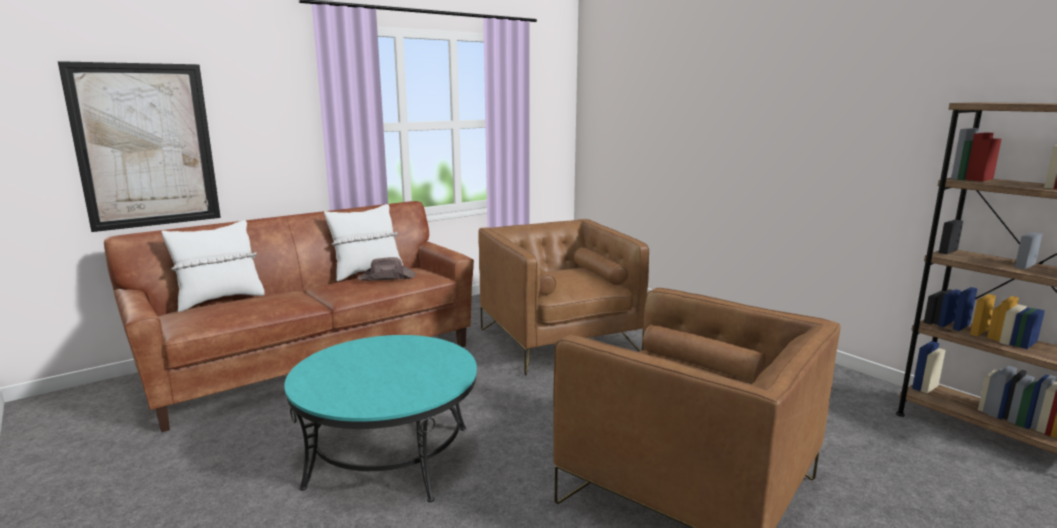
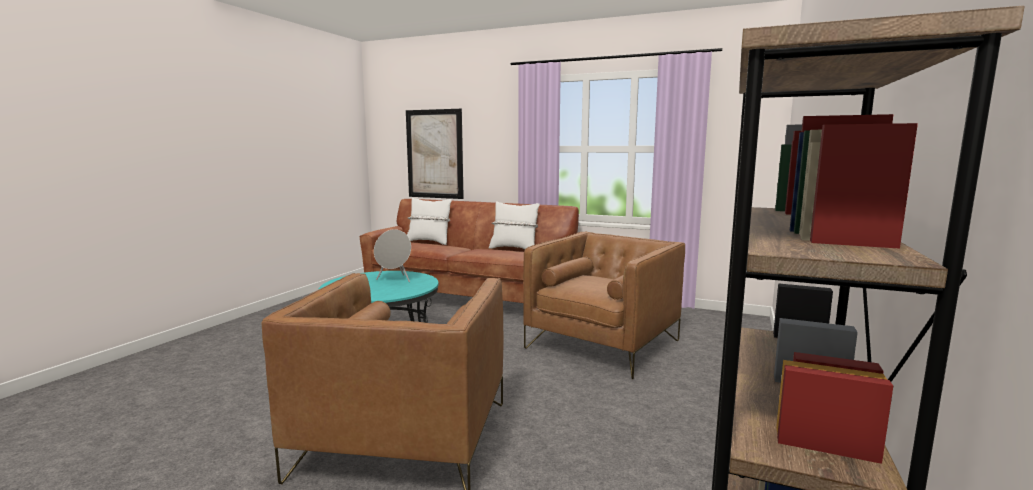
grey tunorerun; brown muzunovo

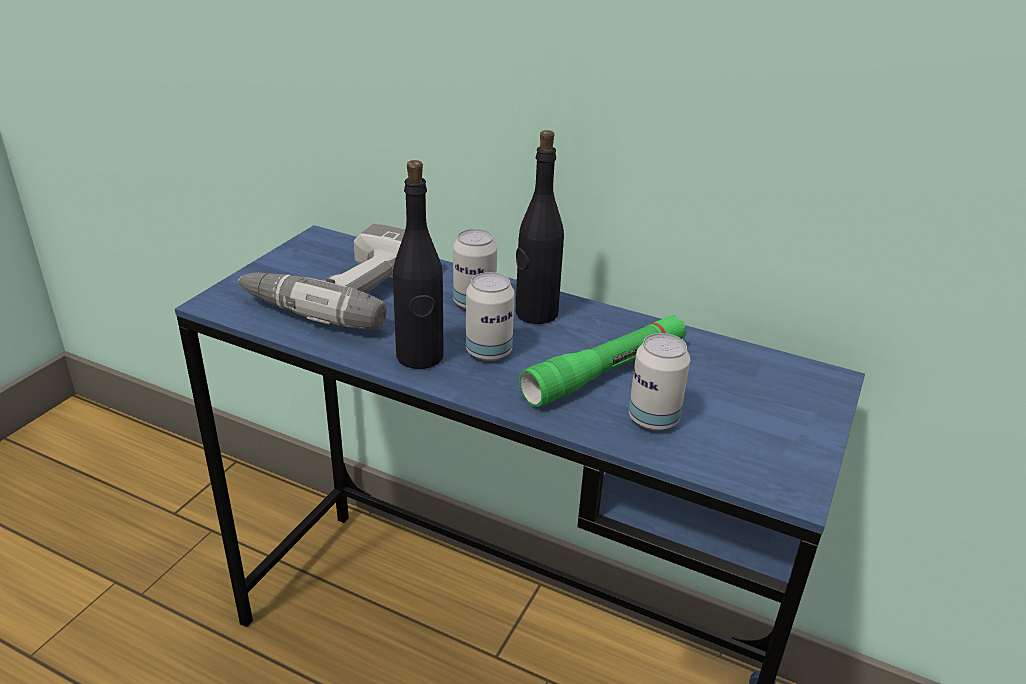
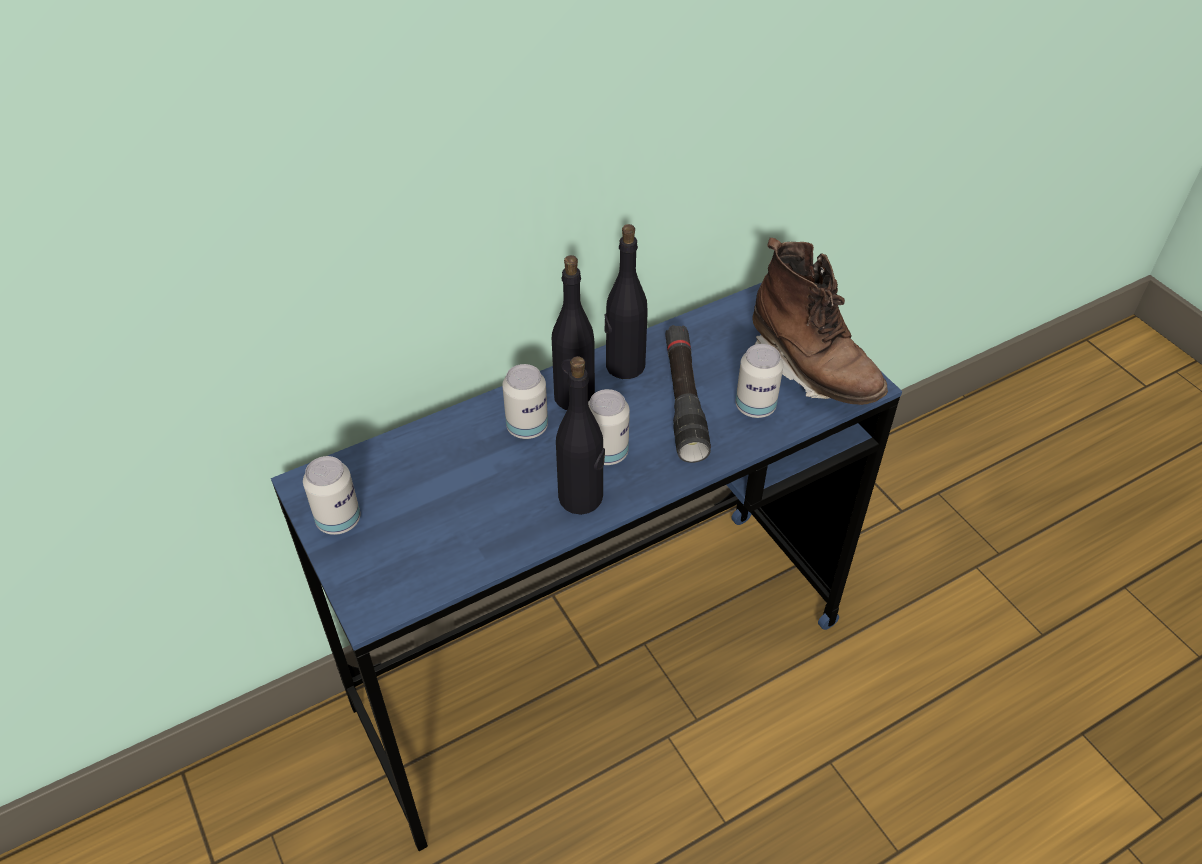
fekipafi (no. 1 from left); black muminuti (no. 3 from left); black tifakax; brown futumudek; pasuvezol

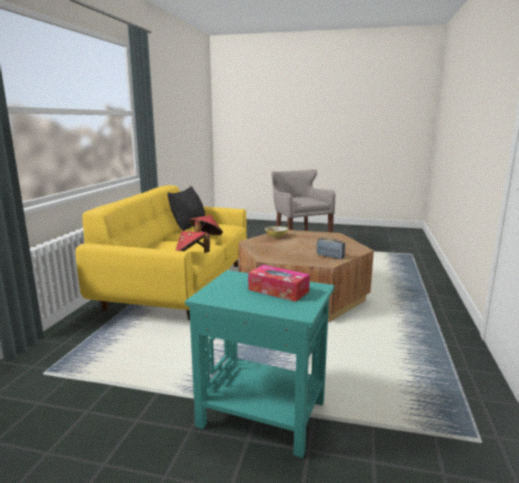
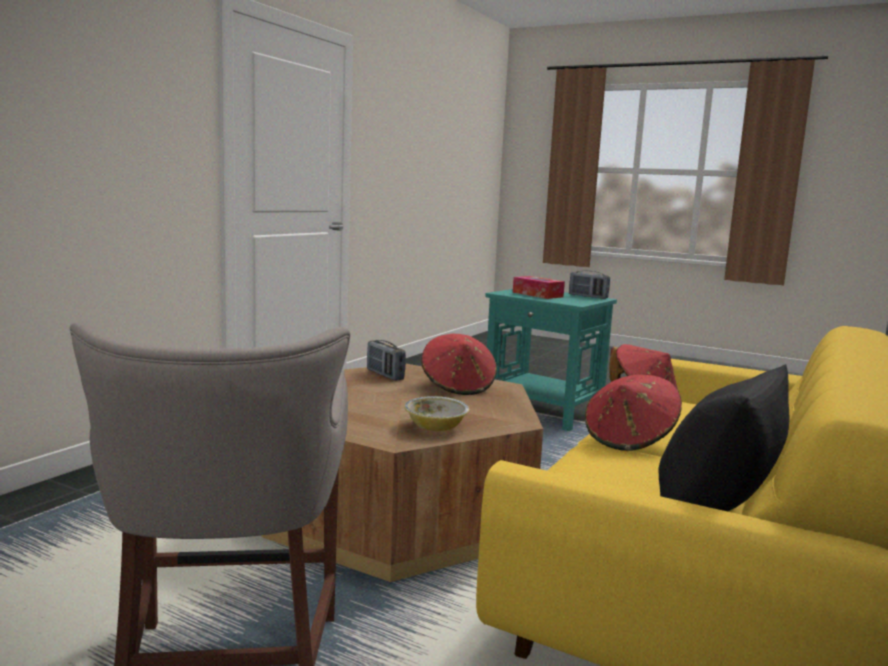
red muzunovo (no. 1 from left); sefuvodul (no. 2 from left)

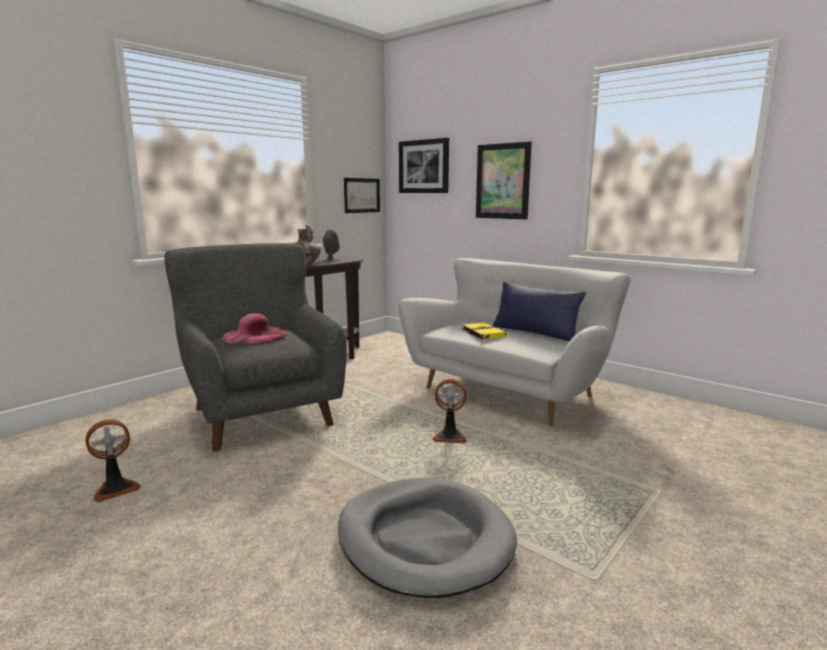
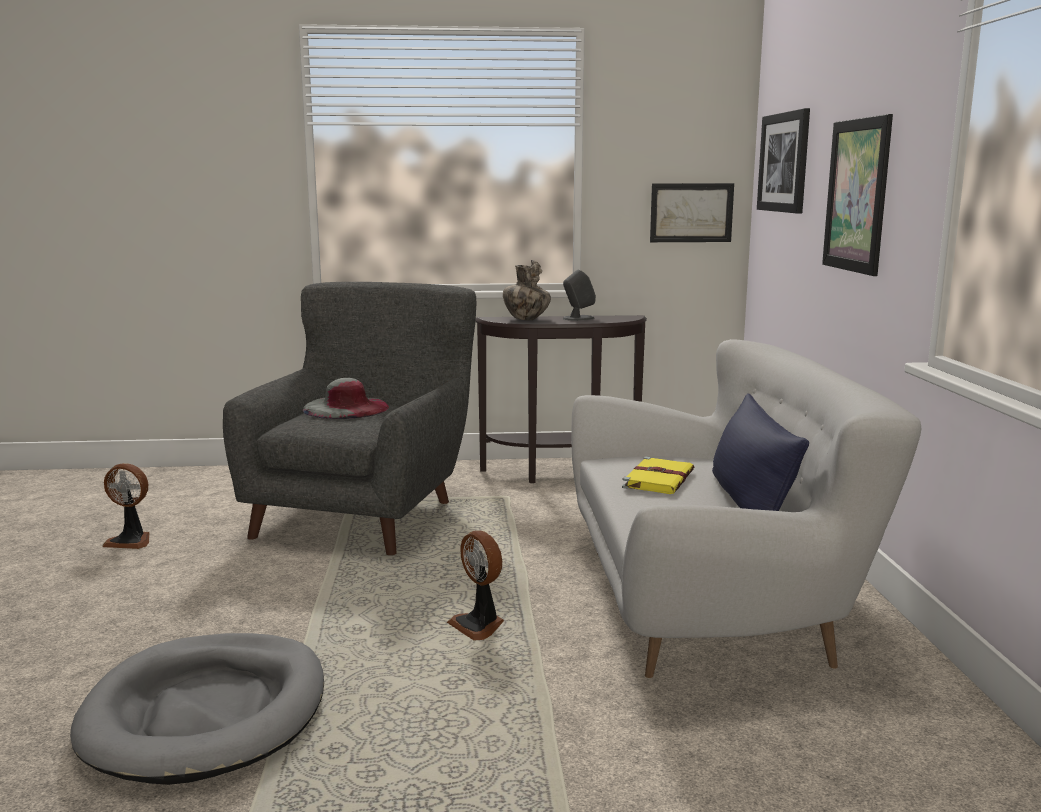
grey muzunovo

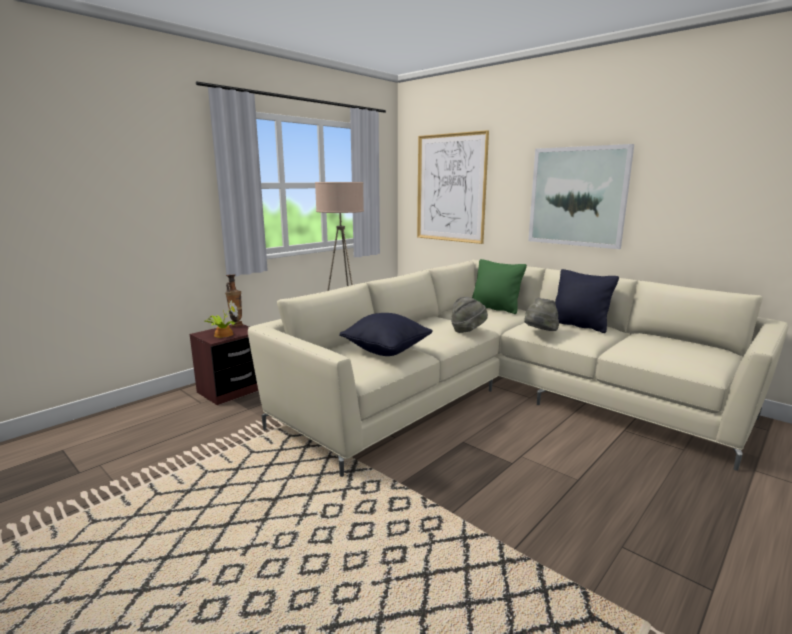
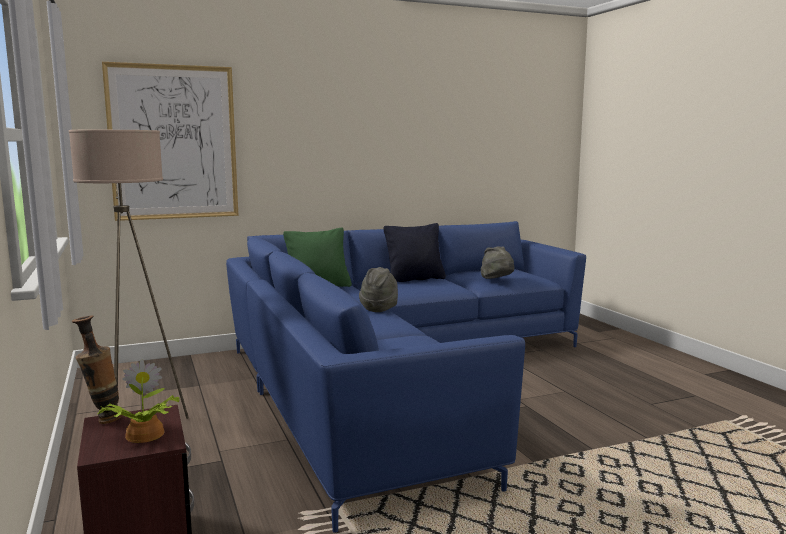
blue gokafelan; grey muzunovo (no. 2 from left); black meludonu (no. 1 from left in the first image); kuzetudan (no. 2 from left in the first image)

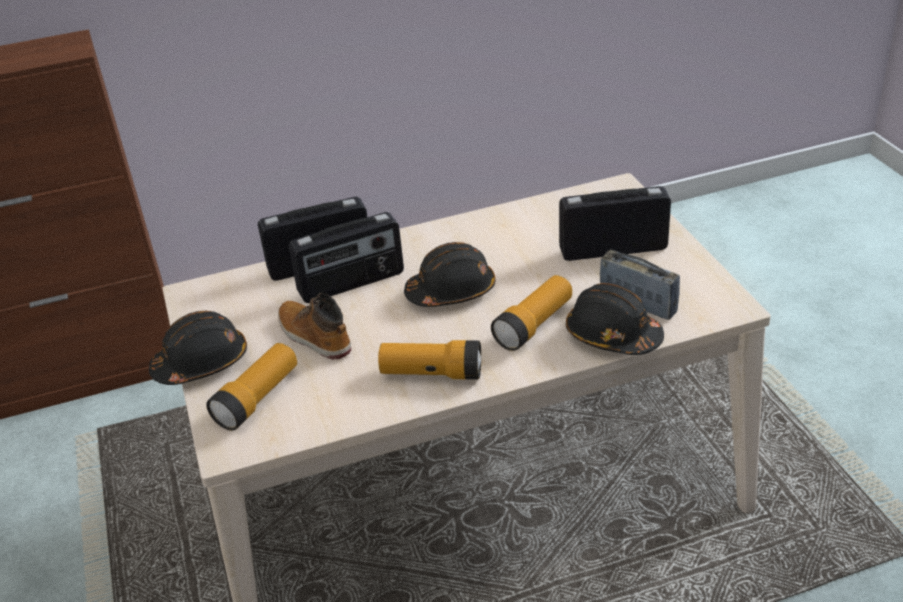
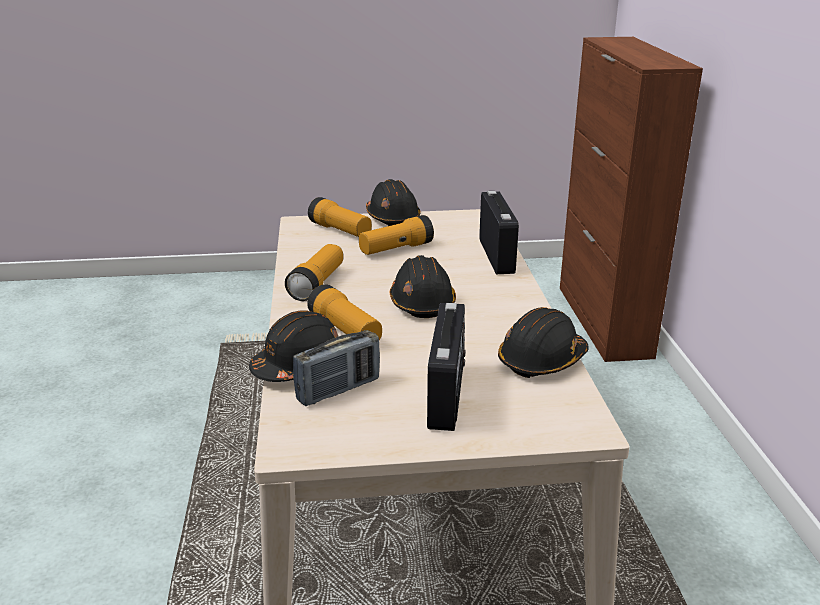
tifakax (no. 4 from left); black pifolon (no. 4 from left); sefuvodul (no. 2 from left in the first image)

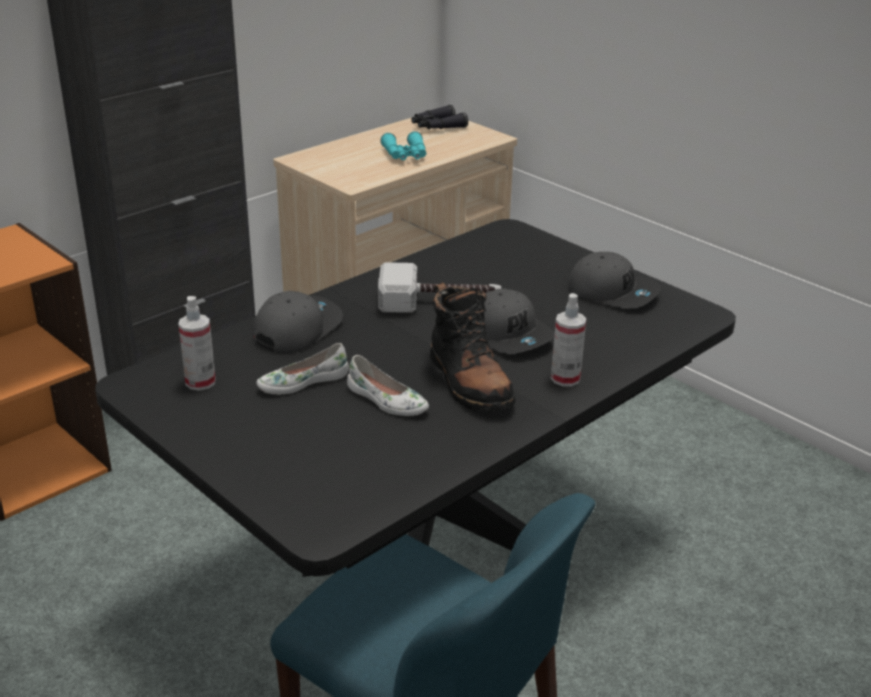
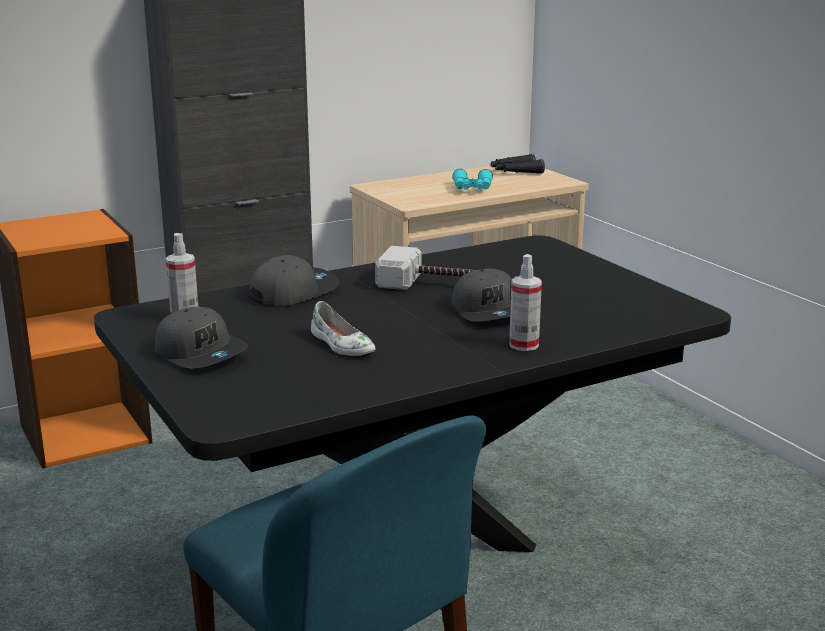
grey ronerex (no. 1 from left); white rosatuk (no. 1 from left in the first image); black futumudek

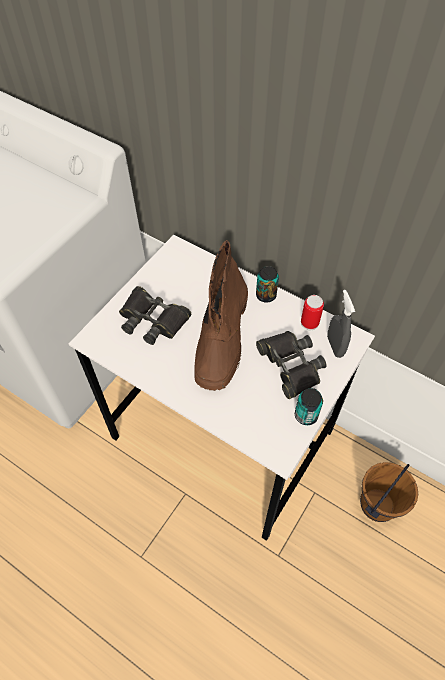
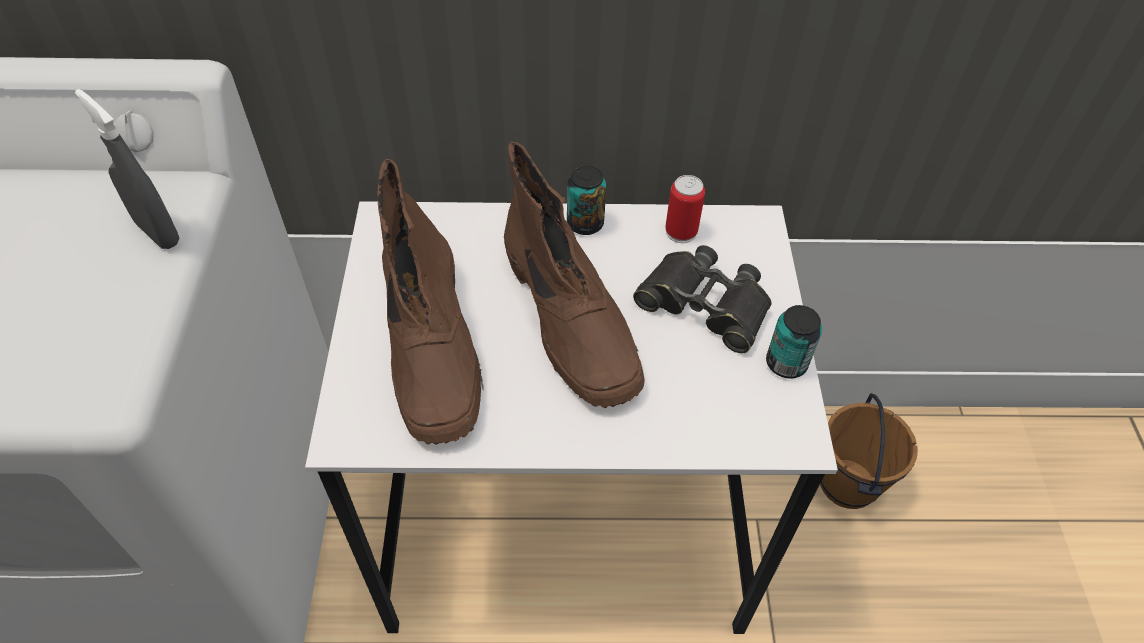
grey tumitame; brown futumudek (no. 1 from left)

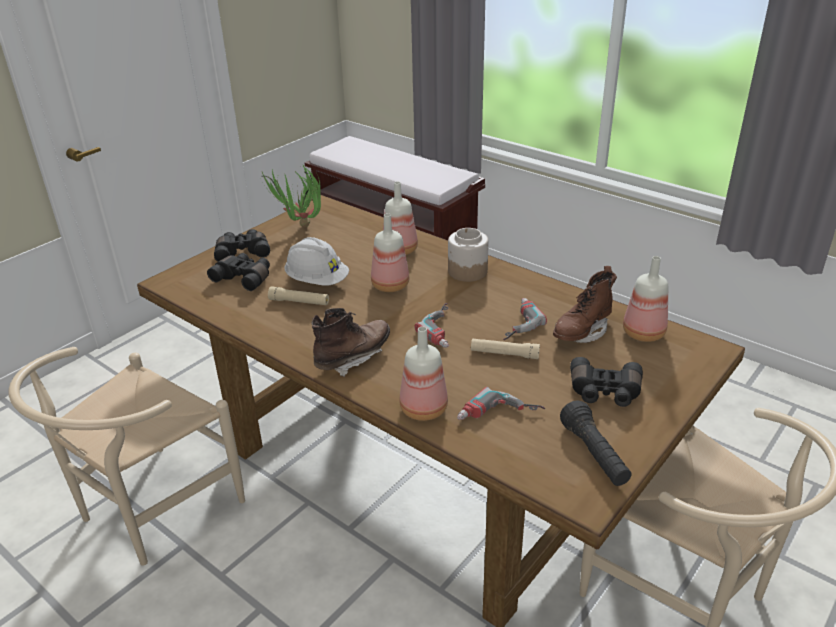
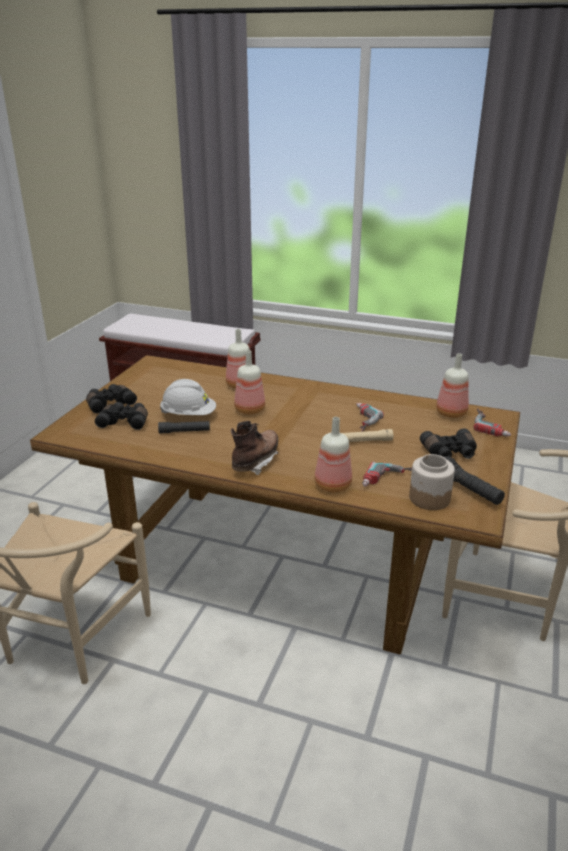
black tifakax (no. 1 from left); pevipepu; pasuvezol (no. 3 from left); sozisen; brown futumudek (no. 2 from left in the first image)

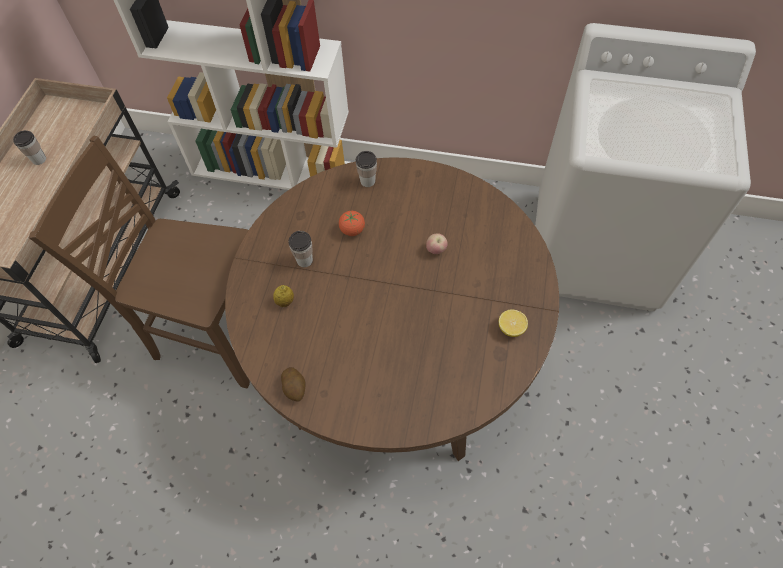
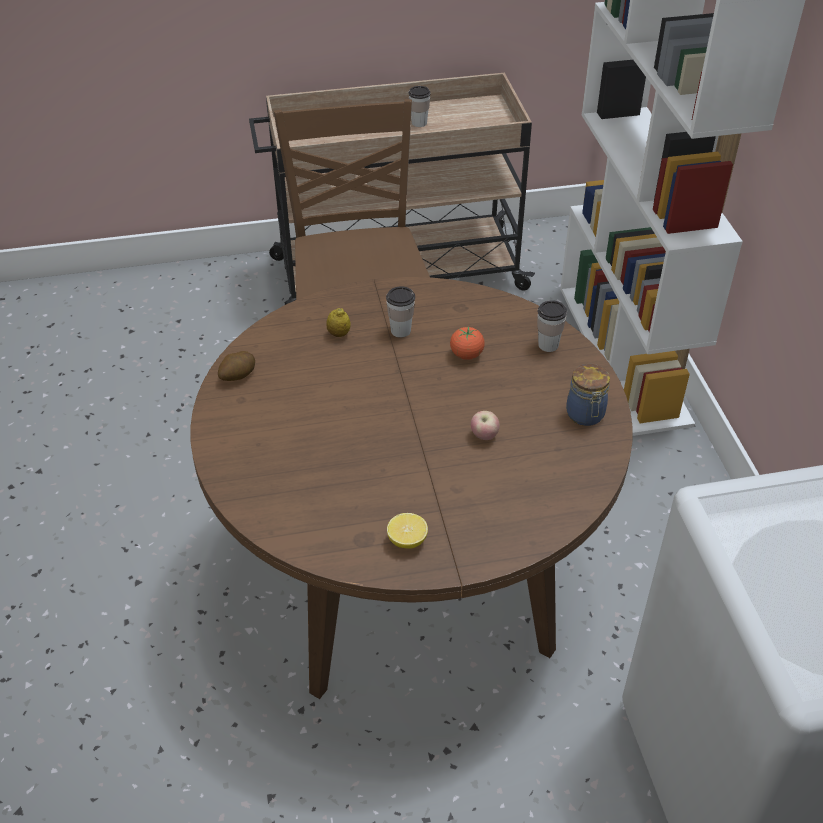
pevipepu

